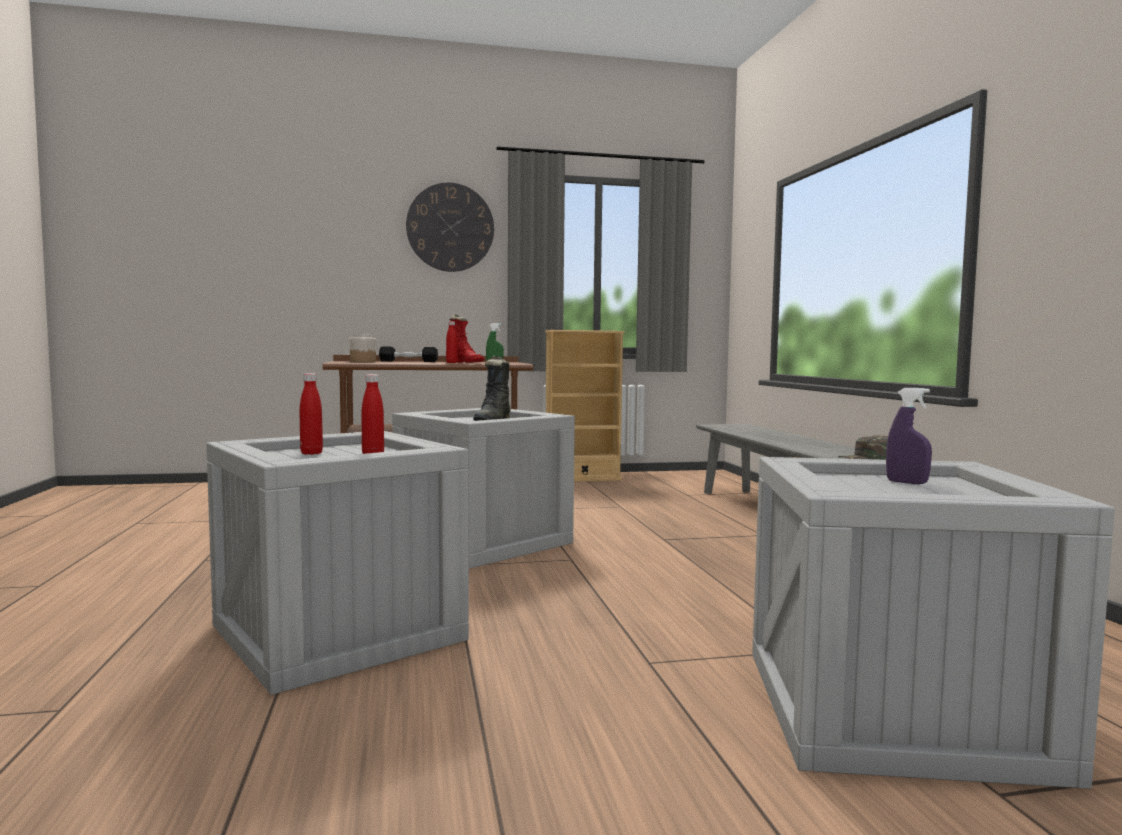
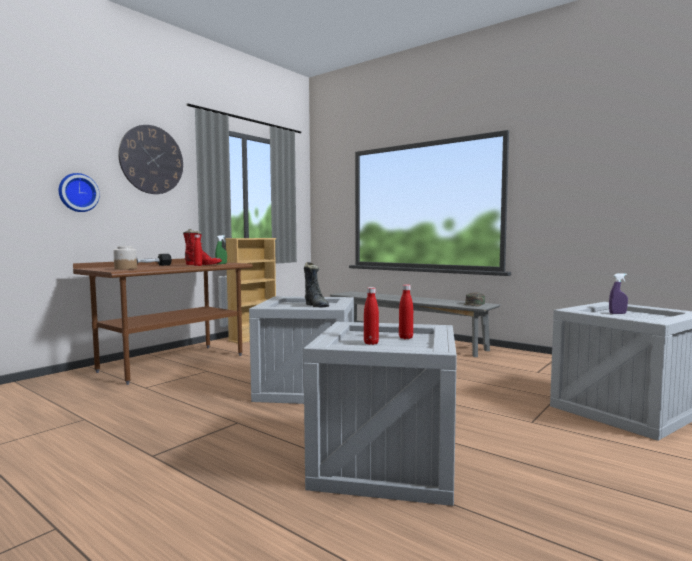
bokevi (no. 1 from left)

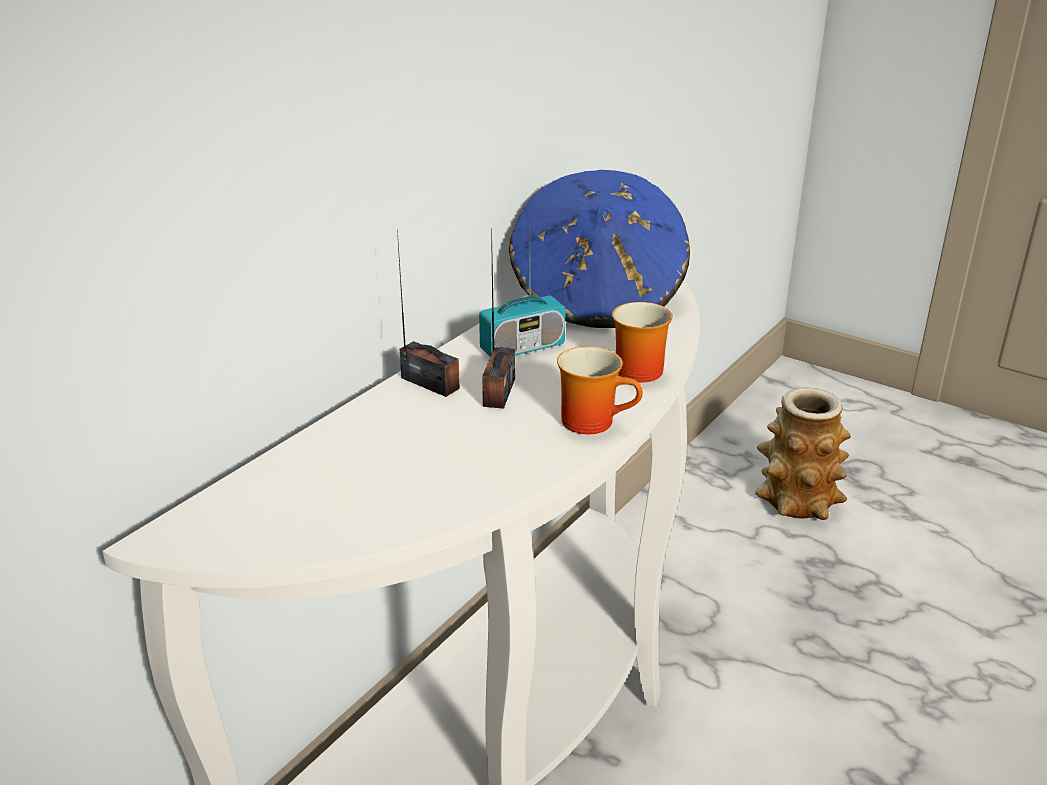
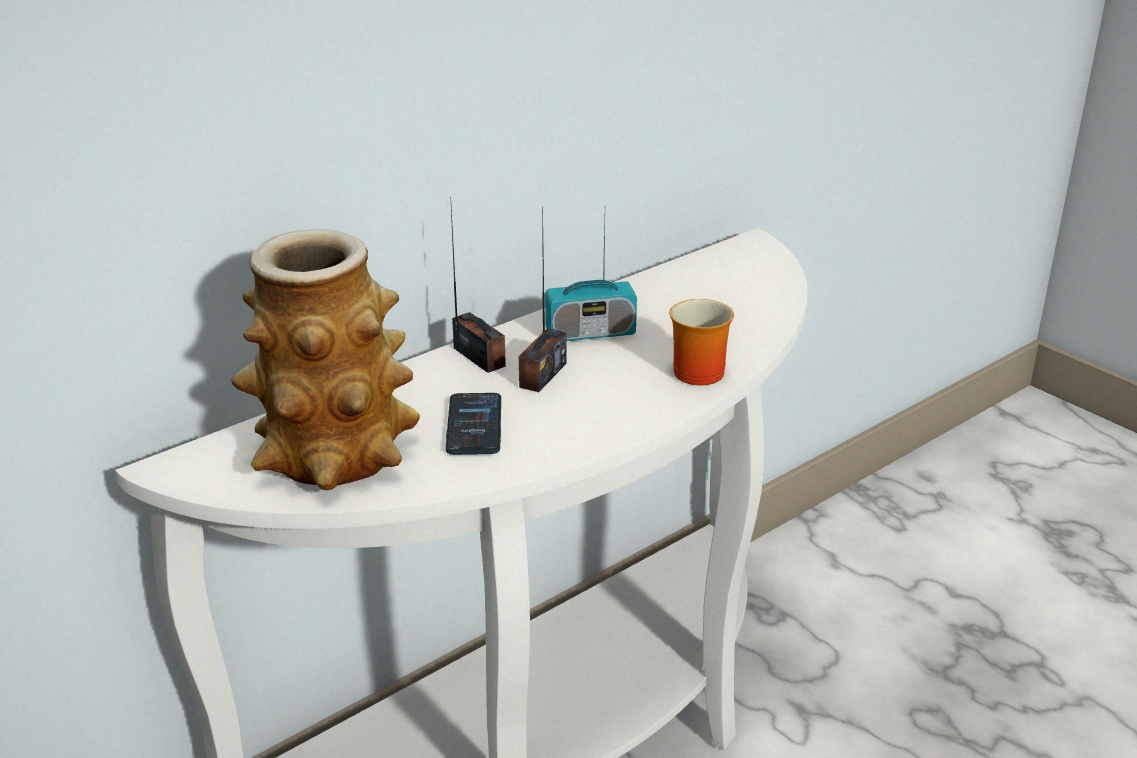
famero; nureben; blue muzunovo; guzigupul (no. 1 from left in the first image)

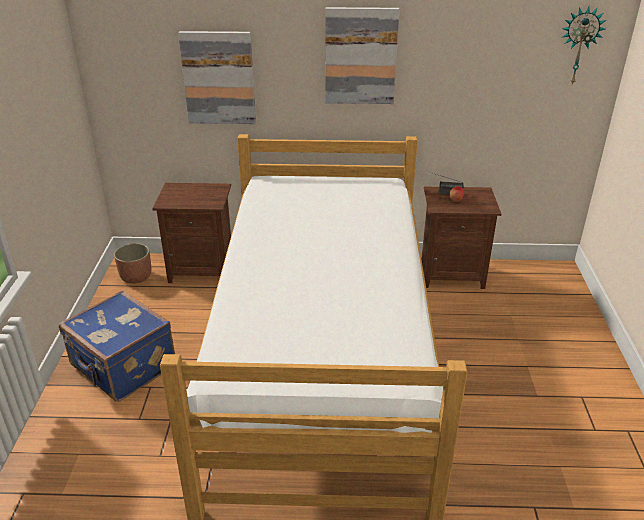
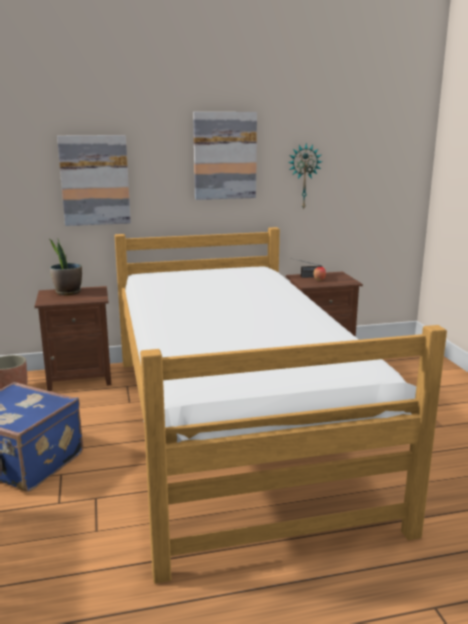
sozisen; bokevi

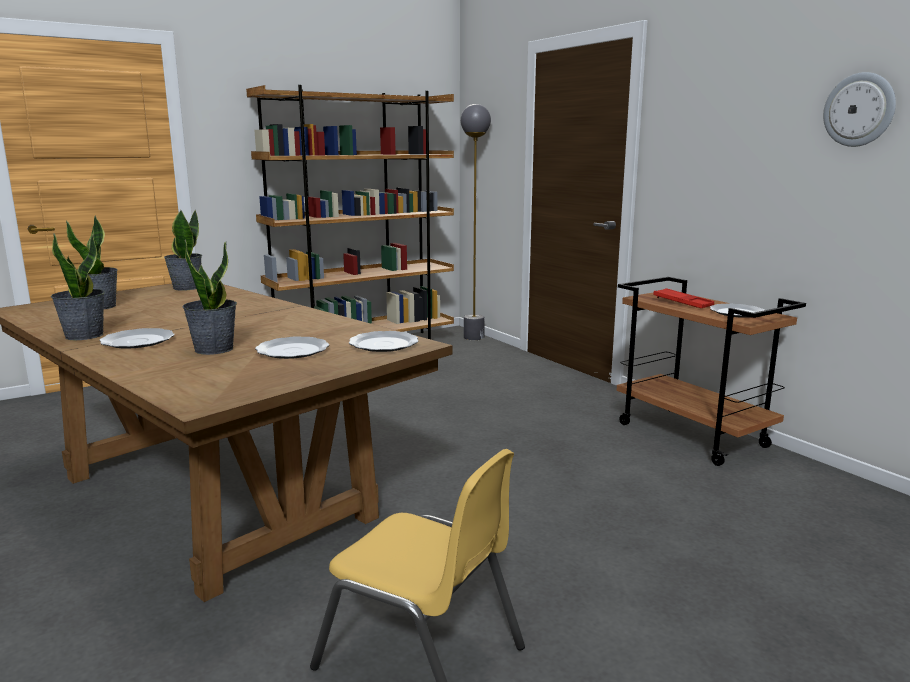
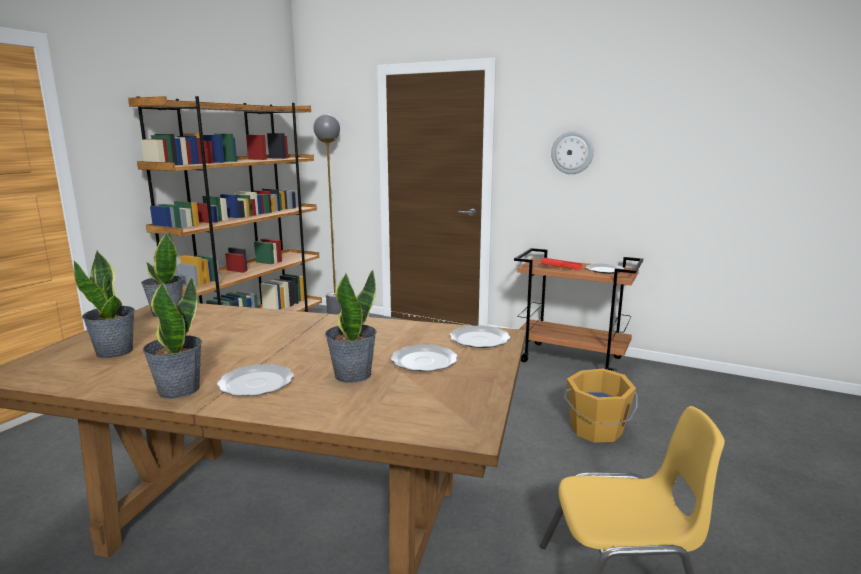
bokevi; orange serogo

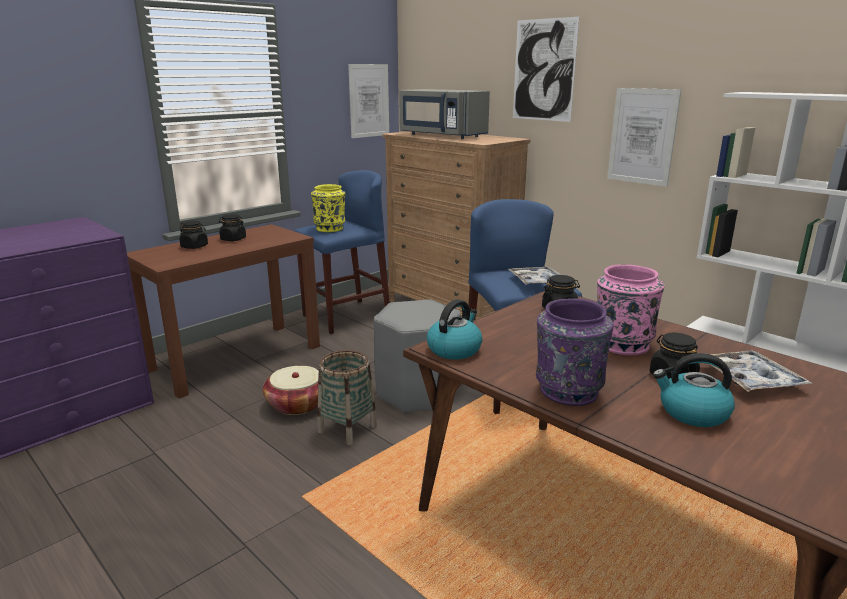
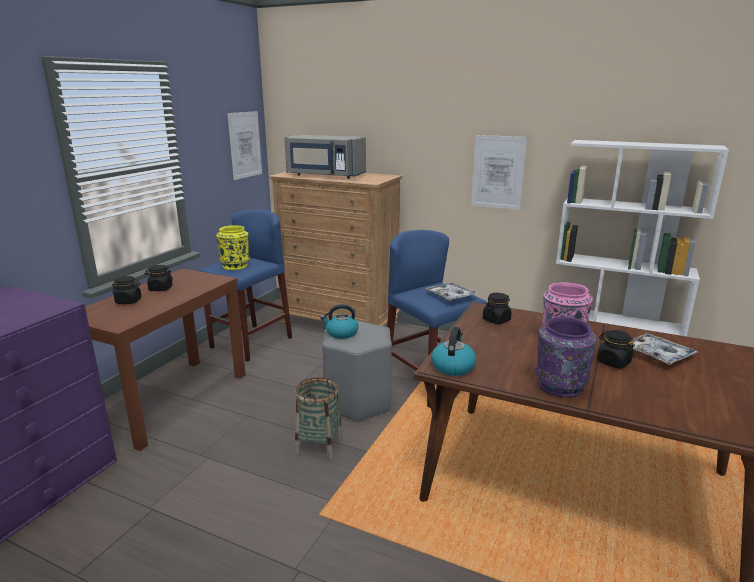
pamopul (no. 1 from left); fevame (no. 1 from left in the first image); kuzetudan (no. 2 from left in the first image)

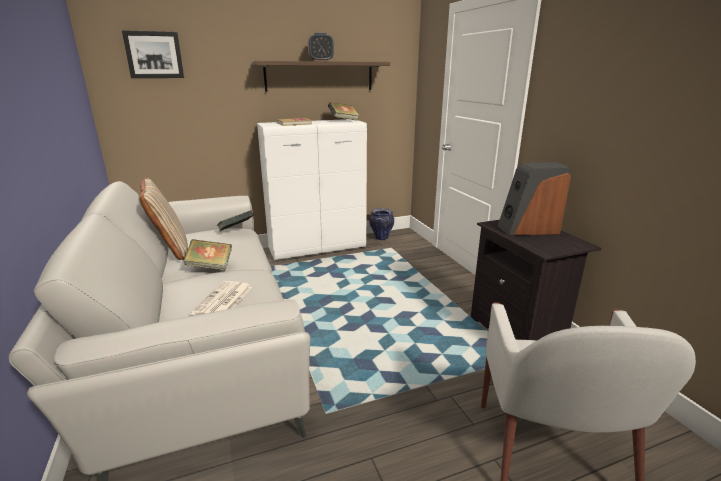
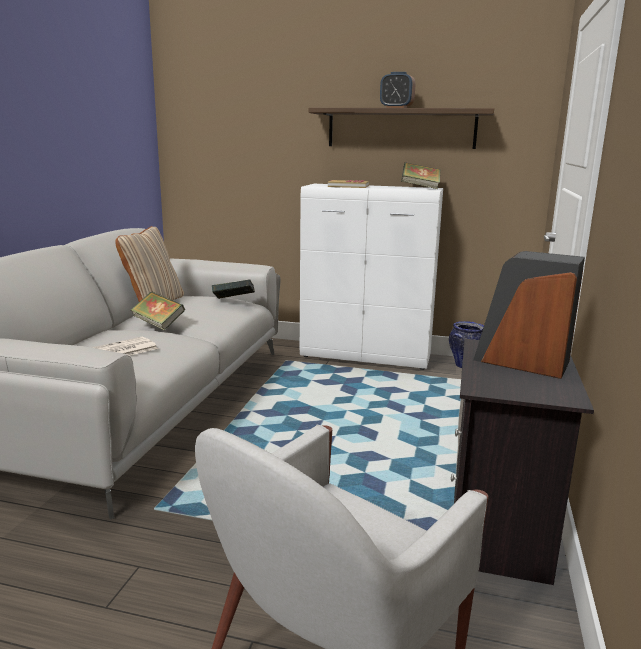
kuzetudan

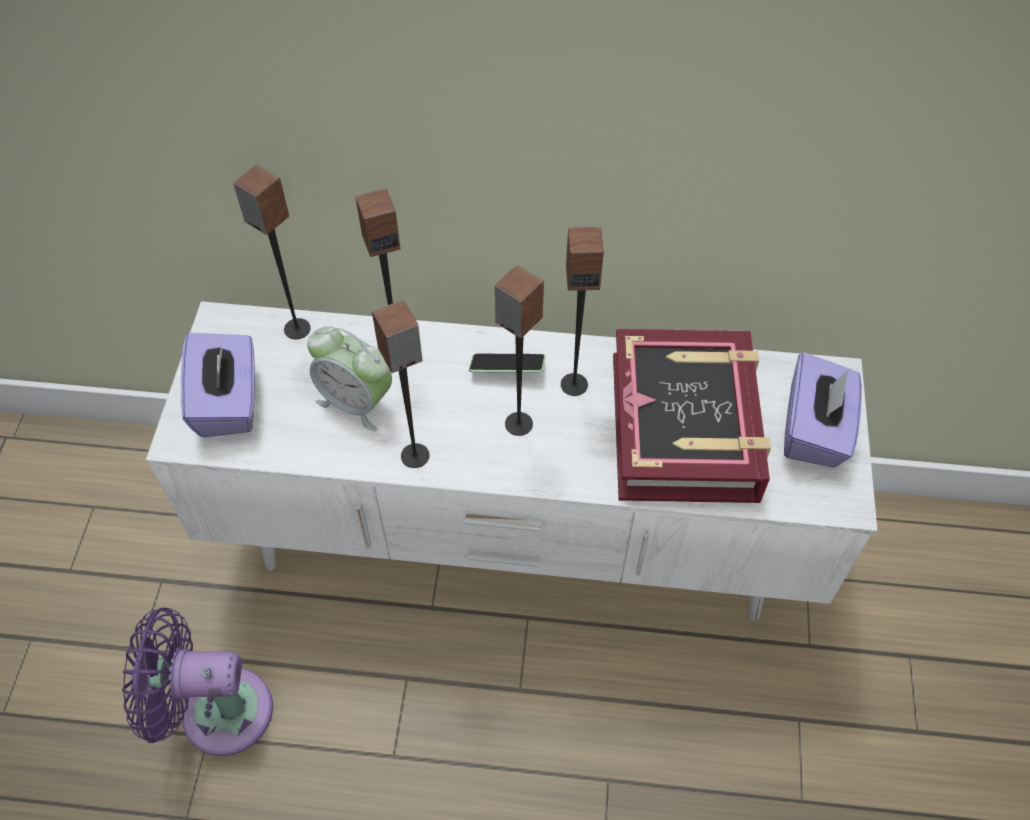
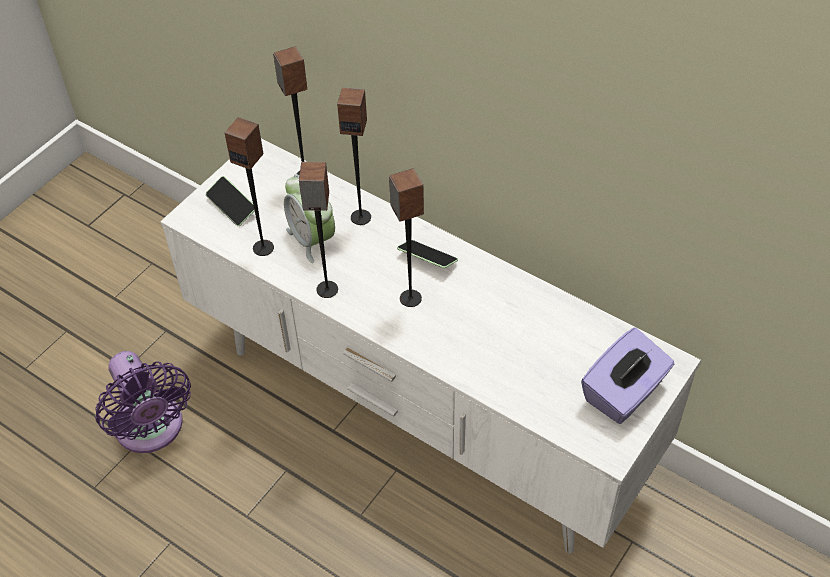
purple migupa; nureben (no. 1 from left); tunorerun (no. 1 from left); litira

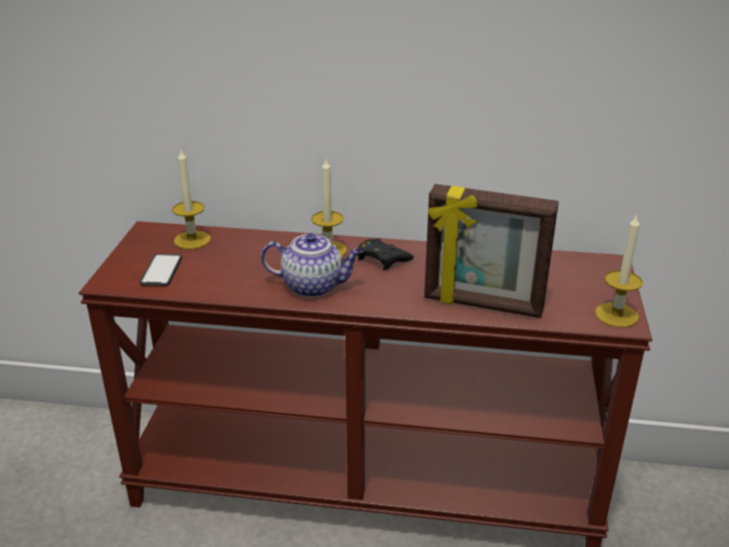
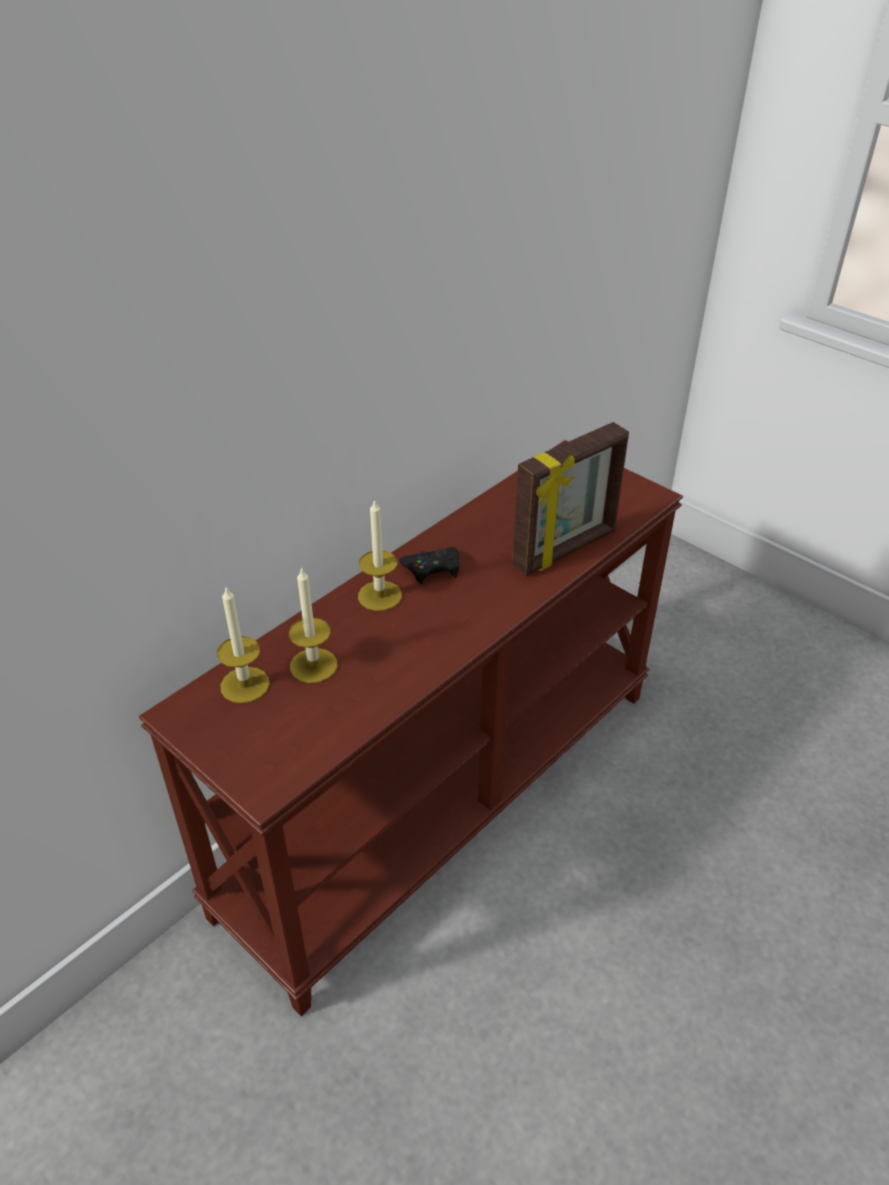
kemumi (no. 2 from left); nureben; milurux

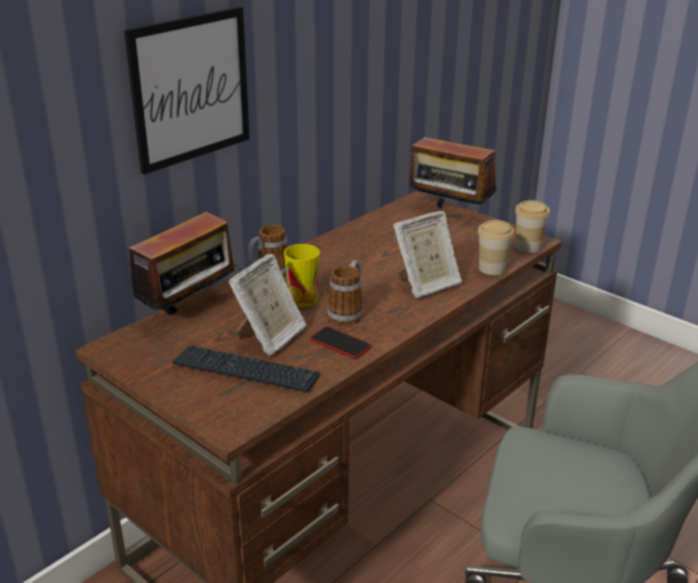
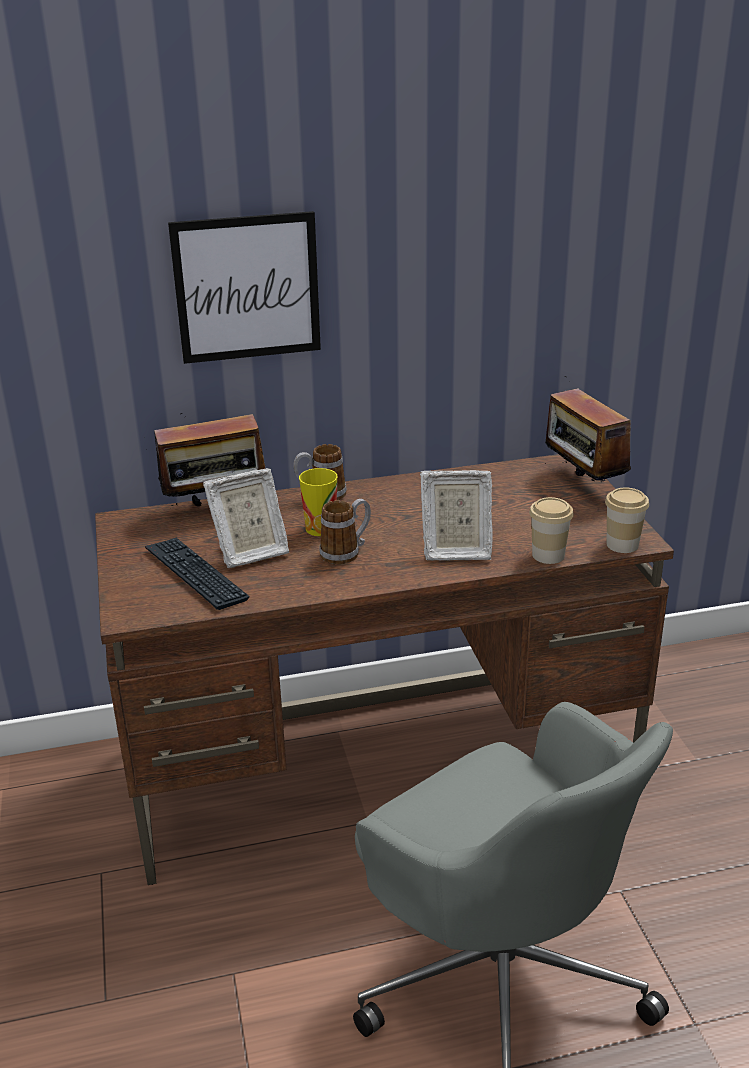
nureben

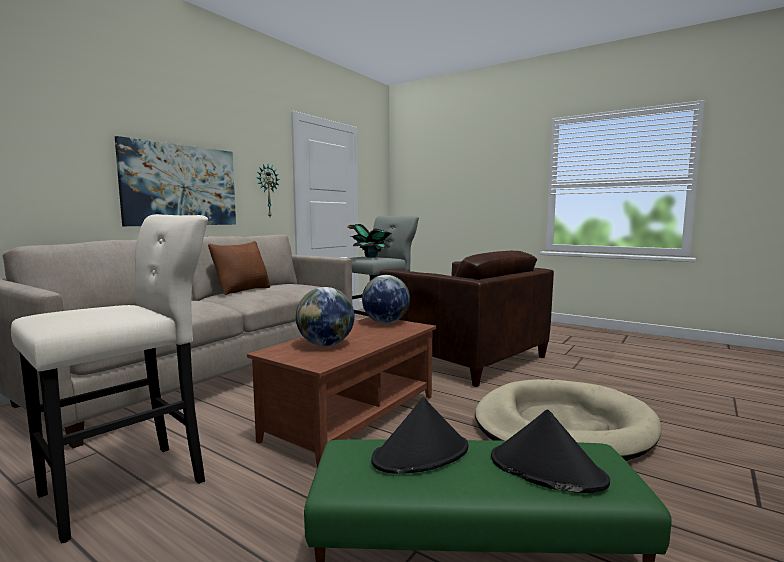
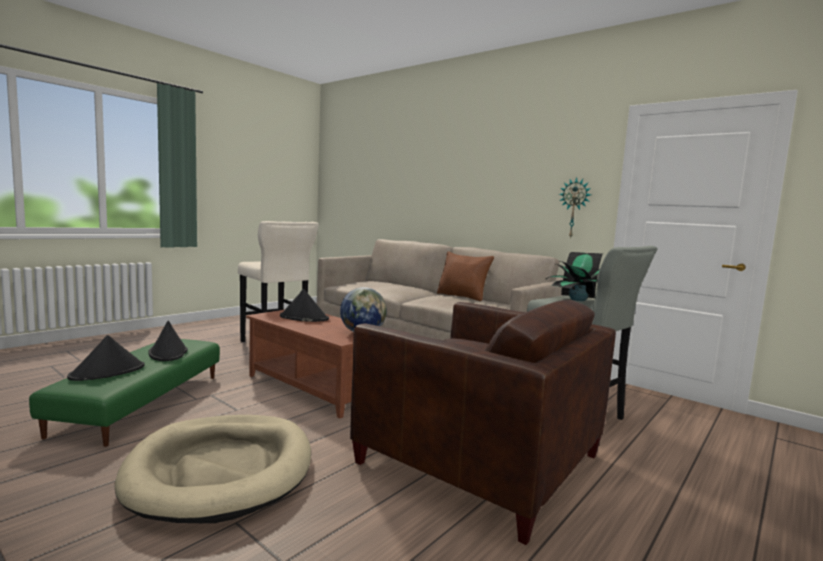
black muzunovo (no. 3 from left); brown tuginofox; kuzetudan

